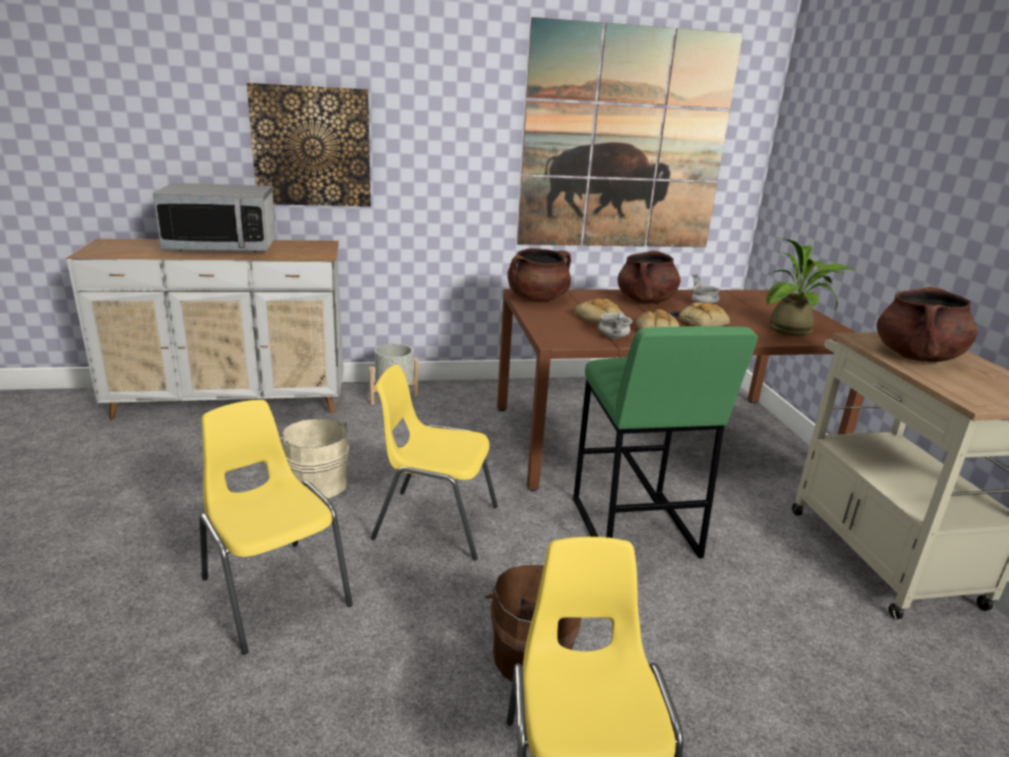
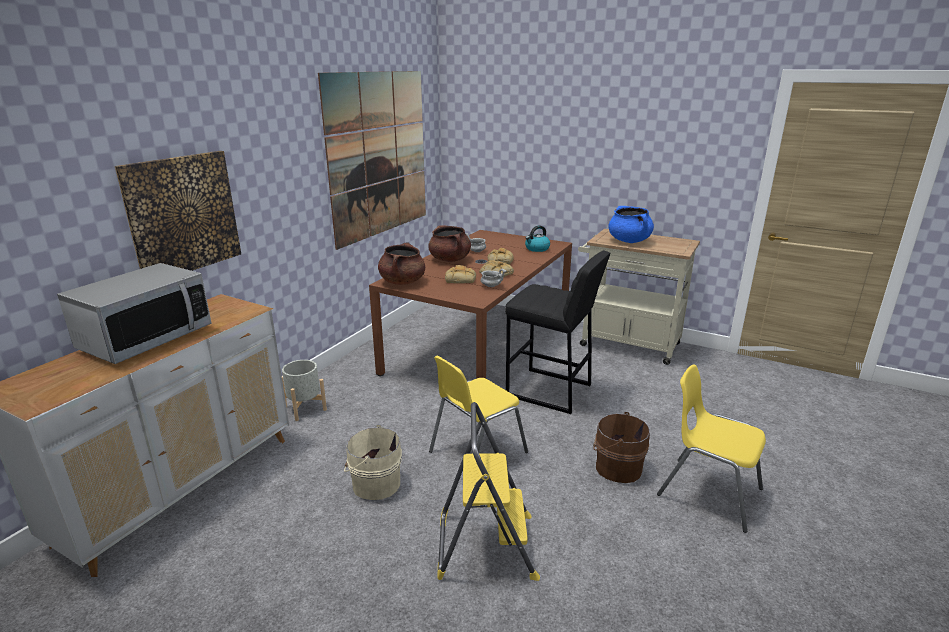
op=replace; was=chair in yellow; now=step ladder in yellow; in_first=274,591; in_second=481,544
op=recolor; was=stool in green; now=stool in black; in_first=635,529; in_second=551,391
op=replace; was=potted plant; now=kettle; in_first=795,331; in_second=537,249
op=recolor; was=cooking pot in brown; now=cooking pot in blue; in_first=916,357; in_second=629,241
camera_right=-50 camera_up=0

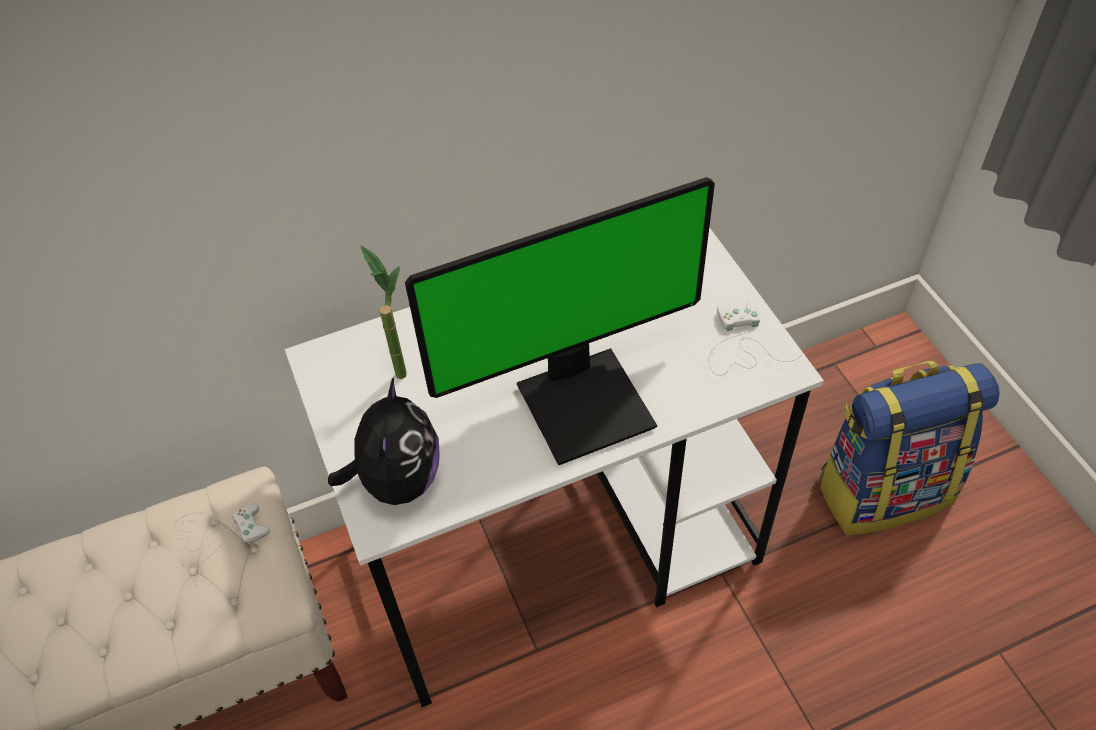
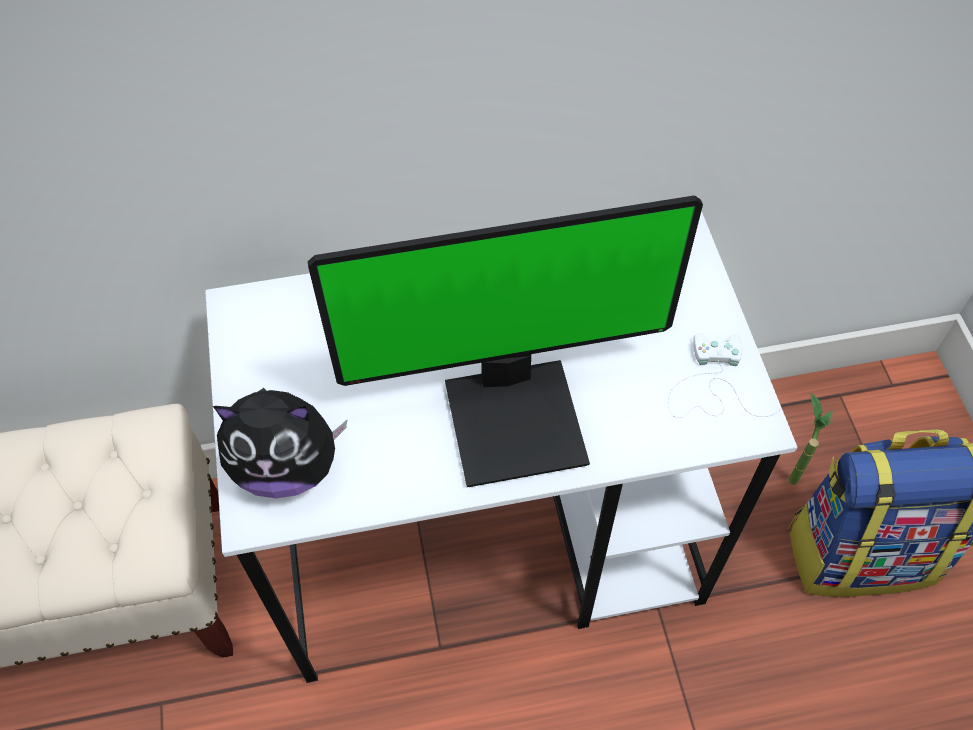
op=rotate; was=plush toy; in_first=398,479; in_second=287,467; clockwise=75
op=move; was=potted plant; in_first=399,365; in_second=791,471
op=delete; was=game controller in white; in_first=219,536
camera_right=10 camera_up=5

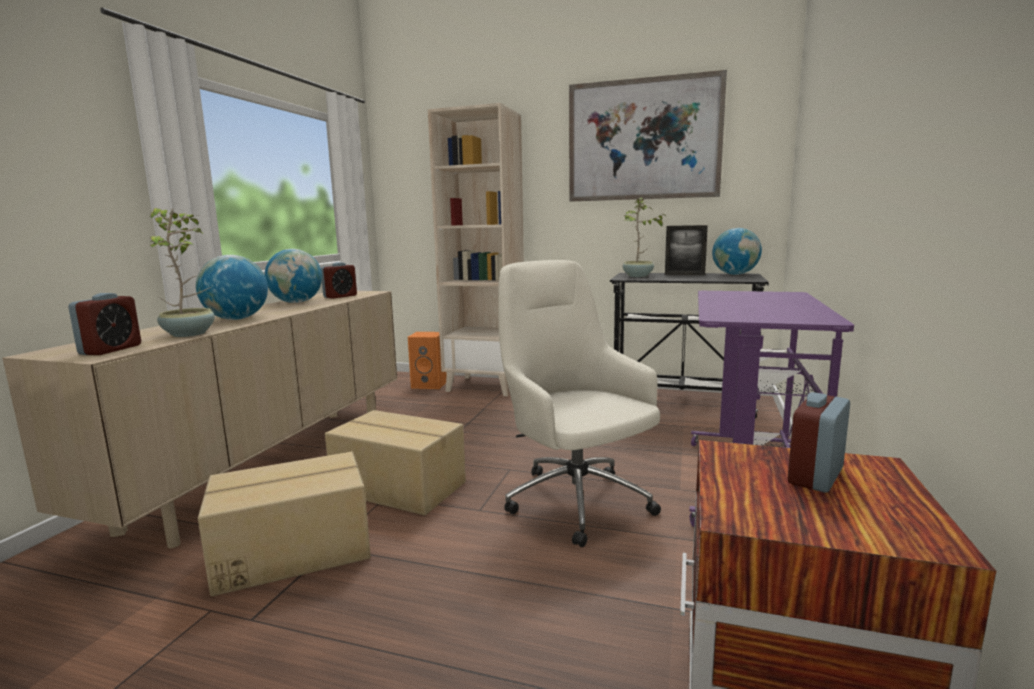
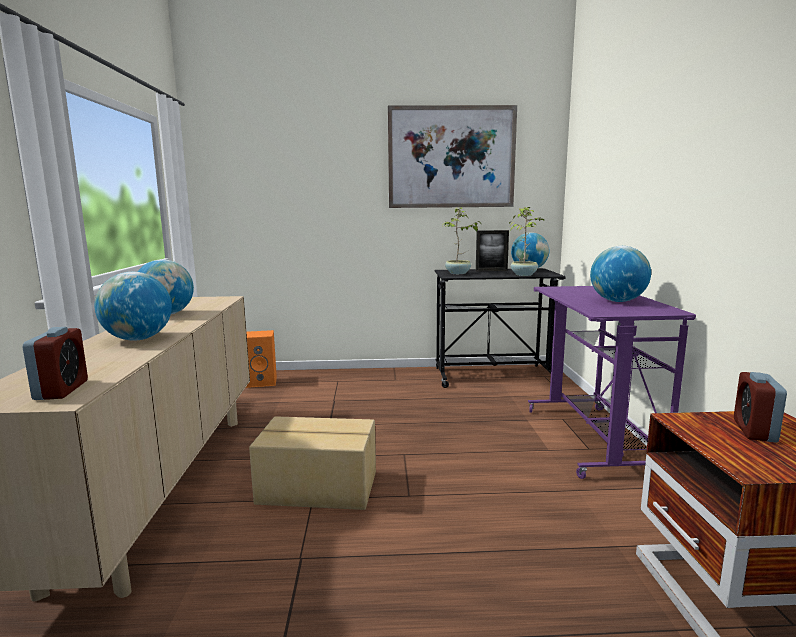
op=move; was=potted plant; in_first=190,334; in_second=524,274
op=insert; now=globe; in_second=617,301
op=delete; was=cardboard box; in_first=292,551
op=delete; was=alarm clock; in_first=340,296
op=delete; was=bookcase in beige; in_first=486,386
op=delete; was=office chair in beige; in_first=576,502
camera_right=-20 camera_up=0

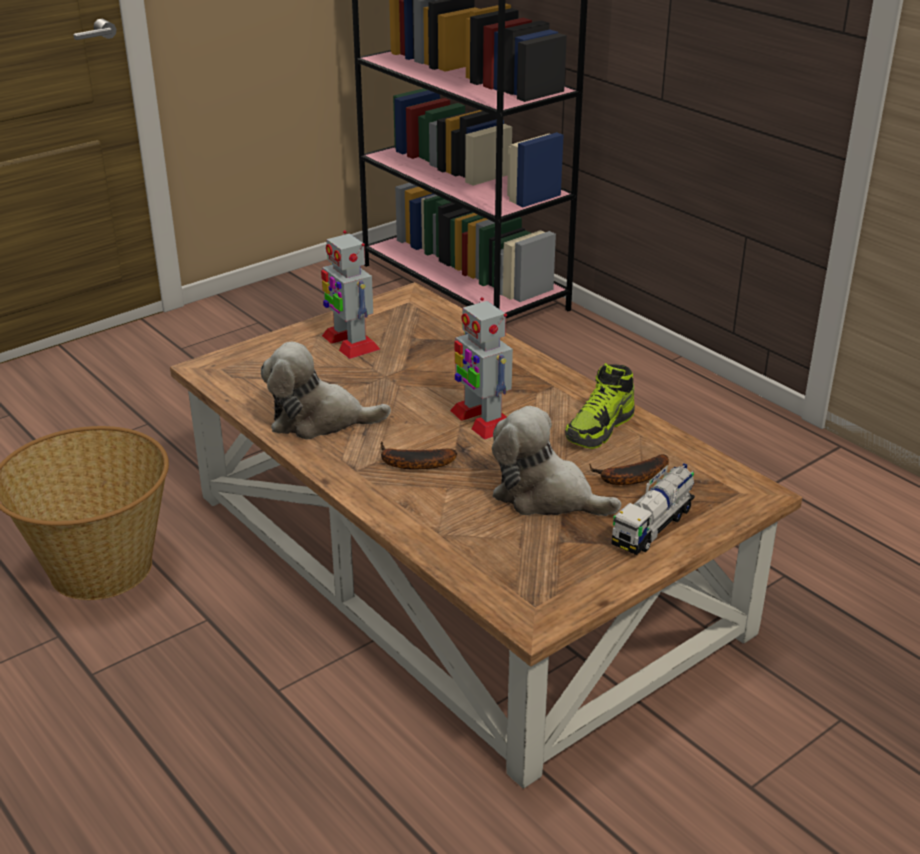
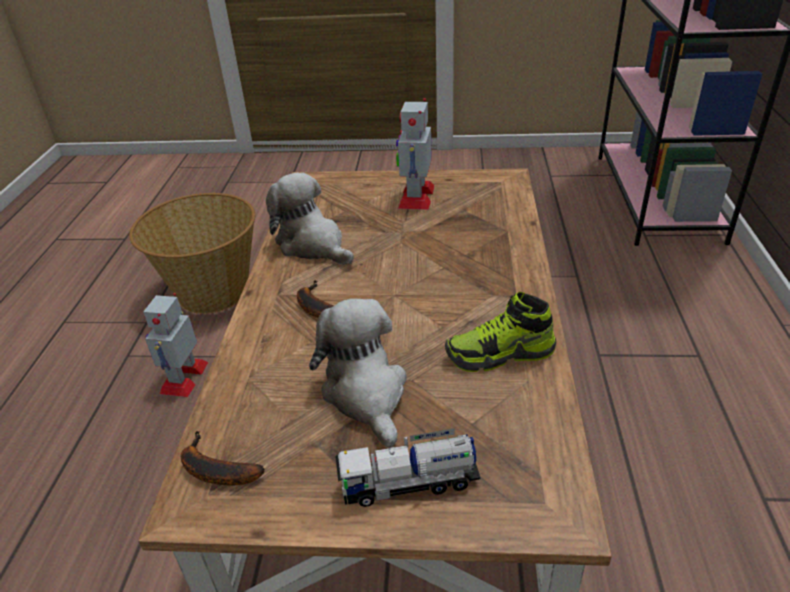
op=move; was=toy robot; in_first=482,419; in_second=184,377
op=move; was=banana; in_first=630,478; in_second=214,470
camera_right=45 camera_up=5

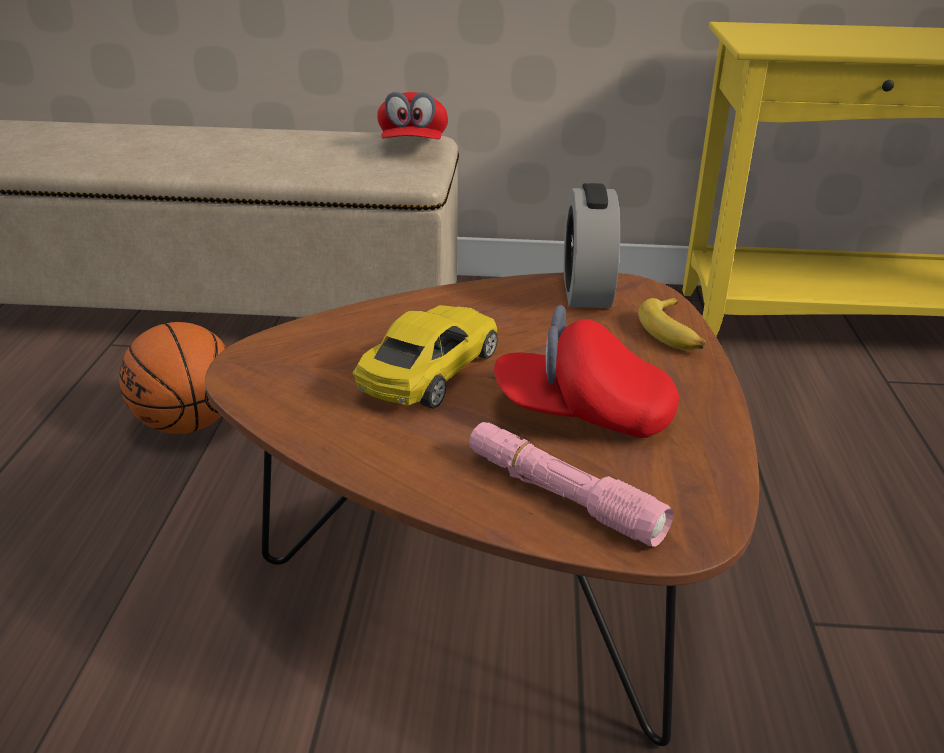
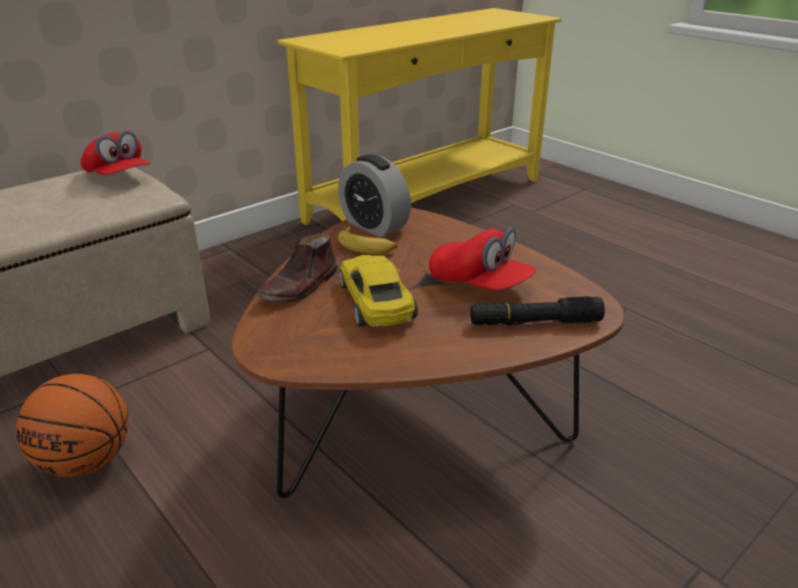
op=insert; now=shoe in brown; in_second=300,286
op=move; was=banana; in_first=673,333; in_second=367,246
op=rotate; was=cap in red; in_first=583,414; in_second=479,284; clockwise=-105
op=recolor; was=flashlight in pink; now=flashlight in black; in_first=561,496; in_second=534,322
camera_right=-45 camera_up=0

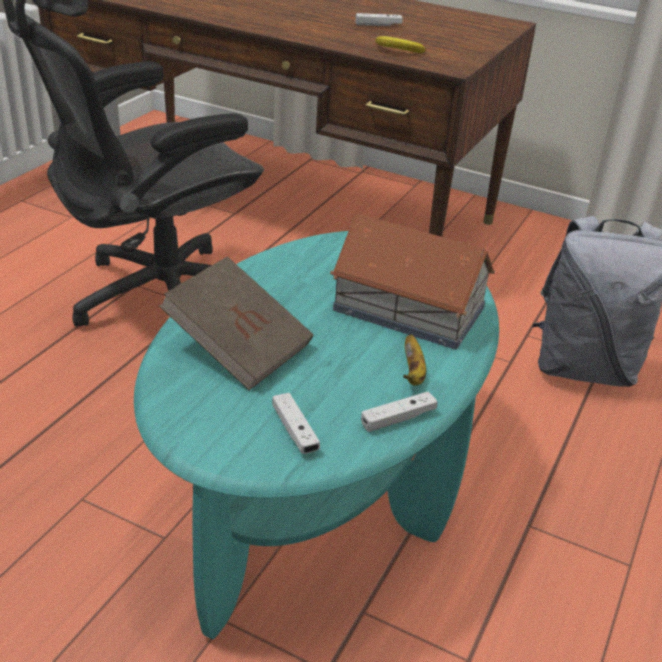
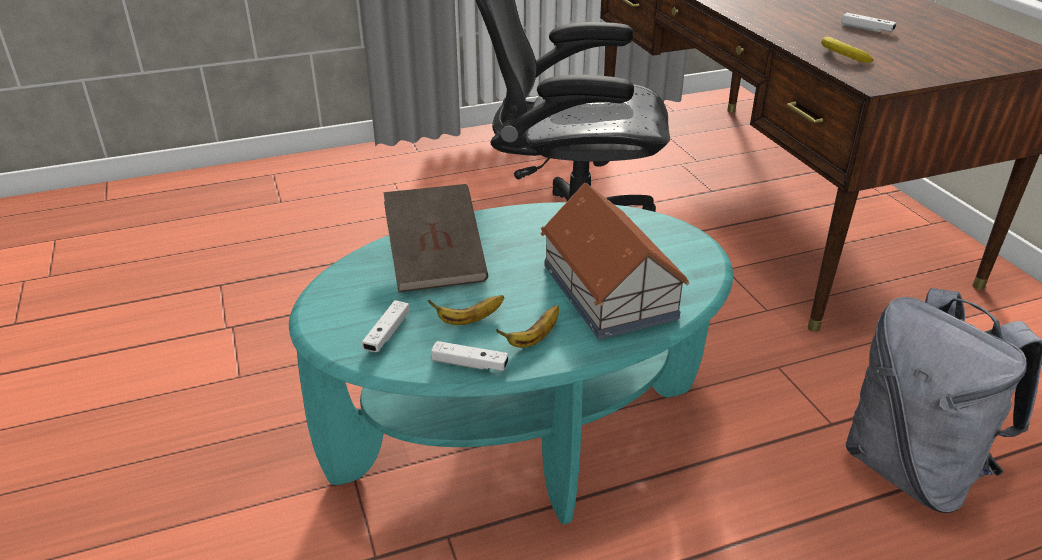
op=insert; now=banana; in_second=469,320
camera_right=45 camera_up=0

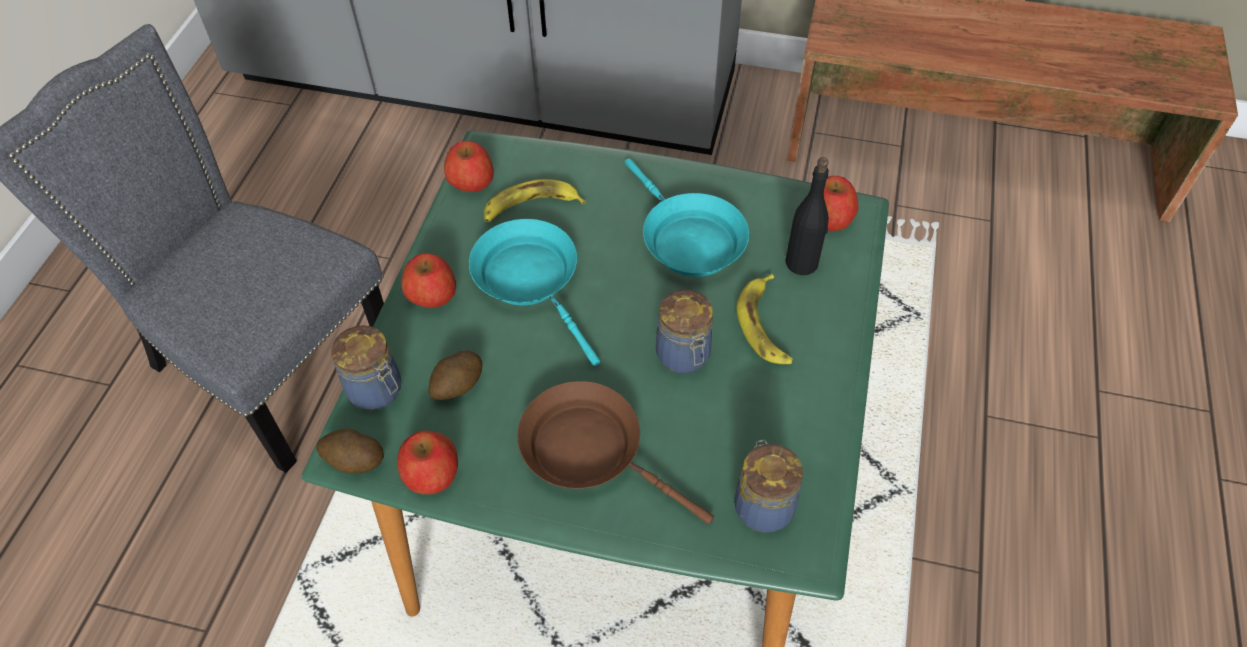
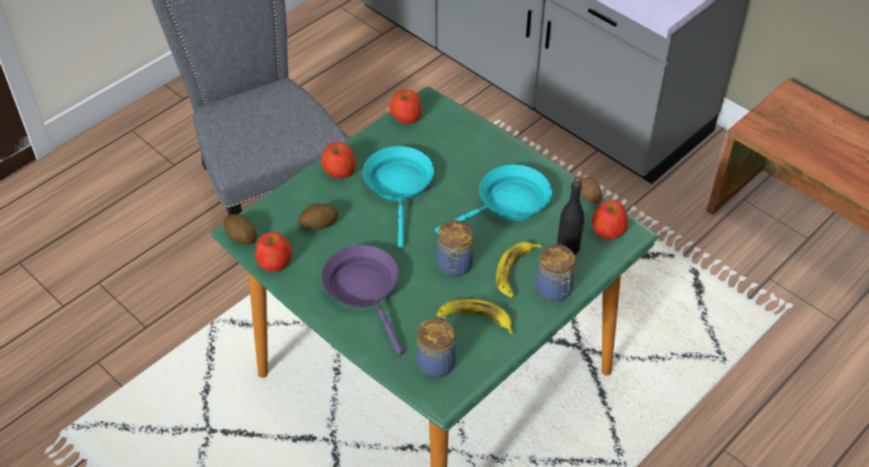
op=recolor; was=frying pan in brown; now=frying pan in purple; in_first=591,451; in_second=364,290
op=rotate; was=frying pan in turquoise; in_first=687,240; in_second=508,204; clockwise=-120
op=move; was=banana; in_first=531,206; in_second=475,319
op=move; was=jar; in_first=377,391; in_second=554,290
op=insert; now=potato; in_second=589,196
camera_right=30 camera_up=-5

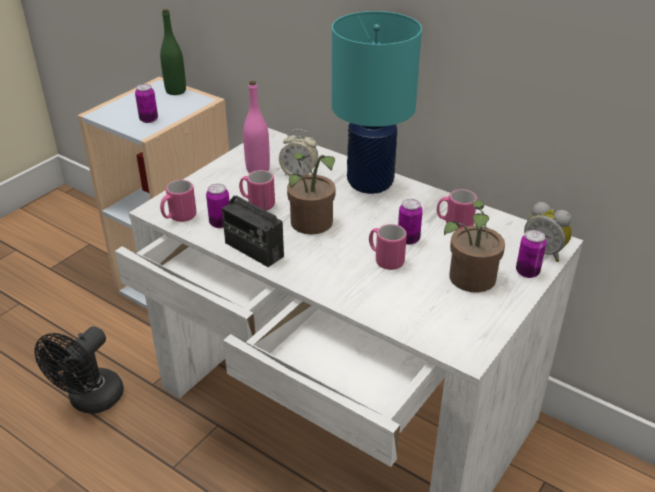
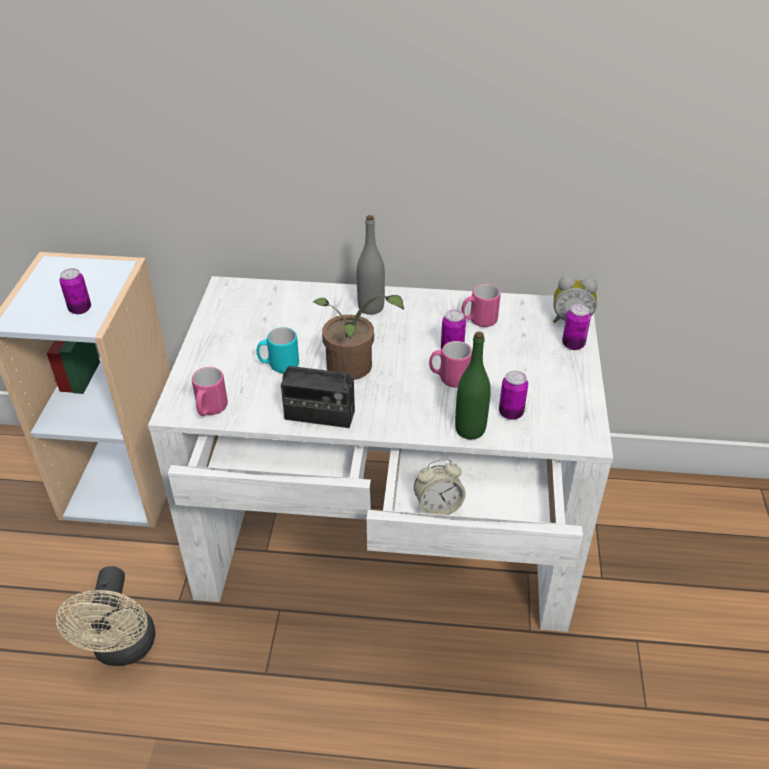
op=recolor; was=fan in black; now=fan in beige; in_first=91,401; in_second=123,650
op=recolor; was=mug in pink; now=mug in turquoise; in_first=257,204; in_second=279,365
op=replace; was=table lamp in turquoise; now=bottle in grey; in_first=369,186; in_second=371,307
op=move; was=alarm clock; in_first=299,174; in_second=438,507
op=move; was=bottle in green; in_first=176,91; in_second=470,429
op=move; was=can; in_first=220,223; in_second=511,413
op=delete; was=bottle in pink; in_first=258,169
op=delete; was=potted plant; in_first=469,281
camera_right=-30 camera_up=5

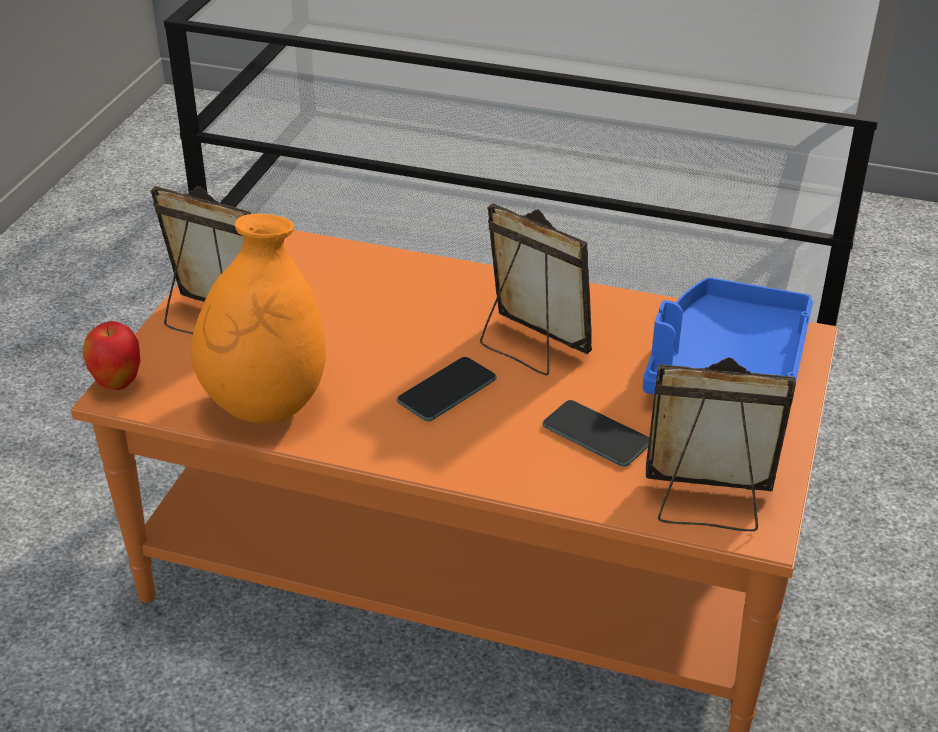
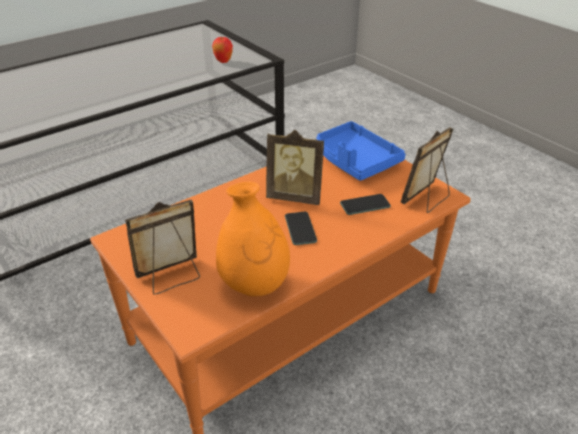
op=move; was=apple; in_first=118,383; in_second=223,61
op=rotate; was=picture frame; in_first=530,347; in_second=295,196; clockwise=-150
camera_right=-55 camera_up=0

